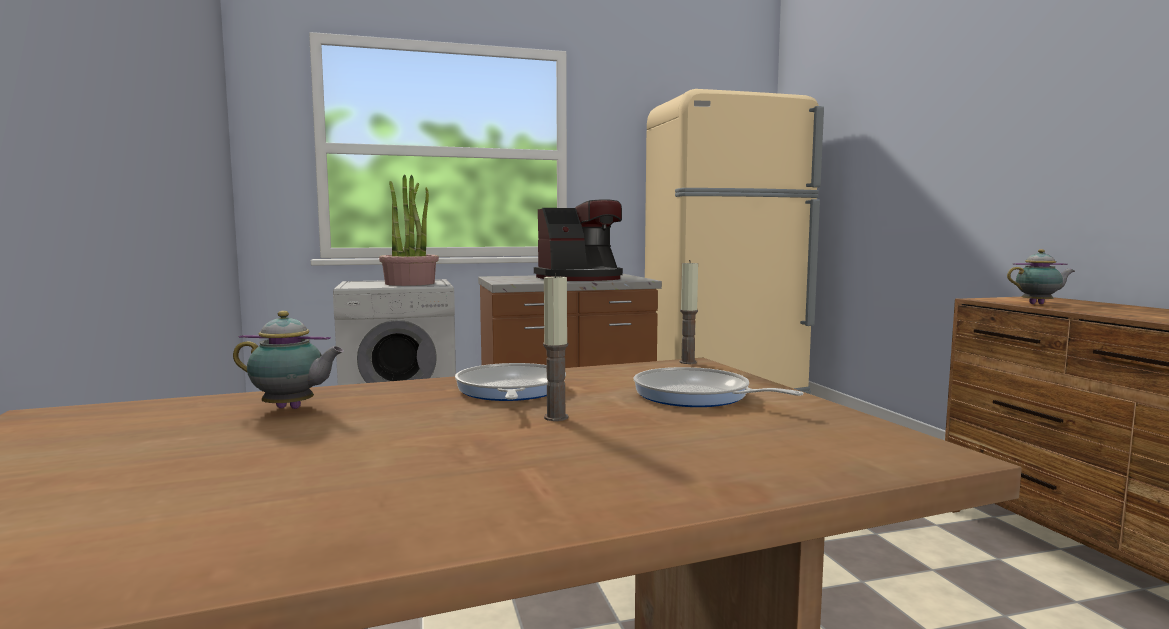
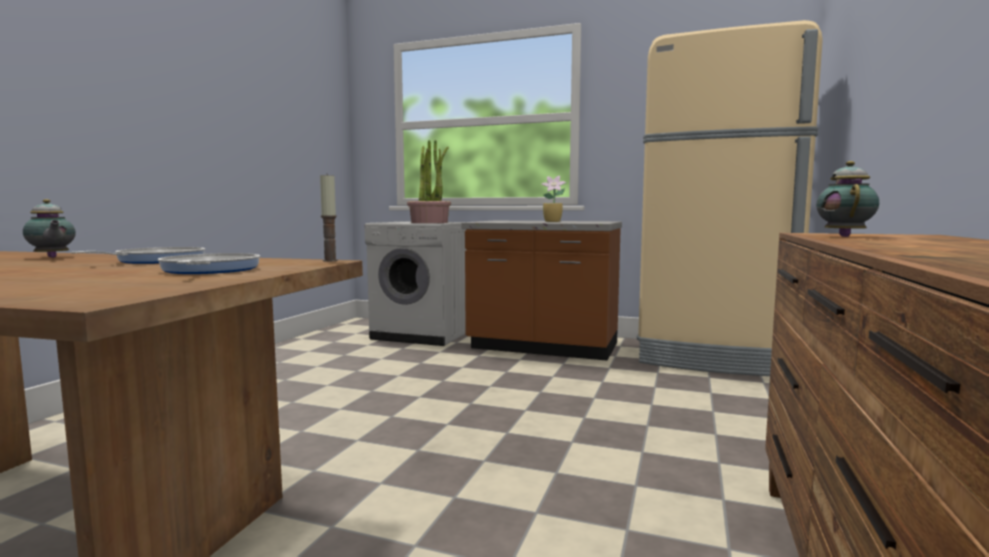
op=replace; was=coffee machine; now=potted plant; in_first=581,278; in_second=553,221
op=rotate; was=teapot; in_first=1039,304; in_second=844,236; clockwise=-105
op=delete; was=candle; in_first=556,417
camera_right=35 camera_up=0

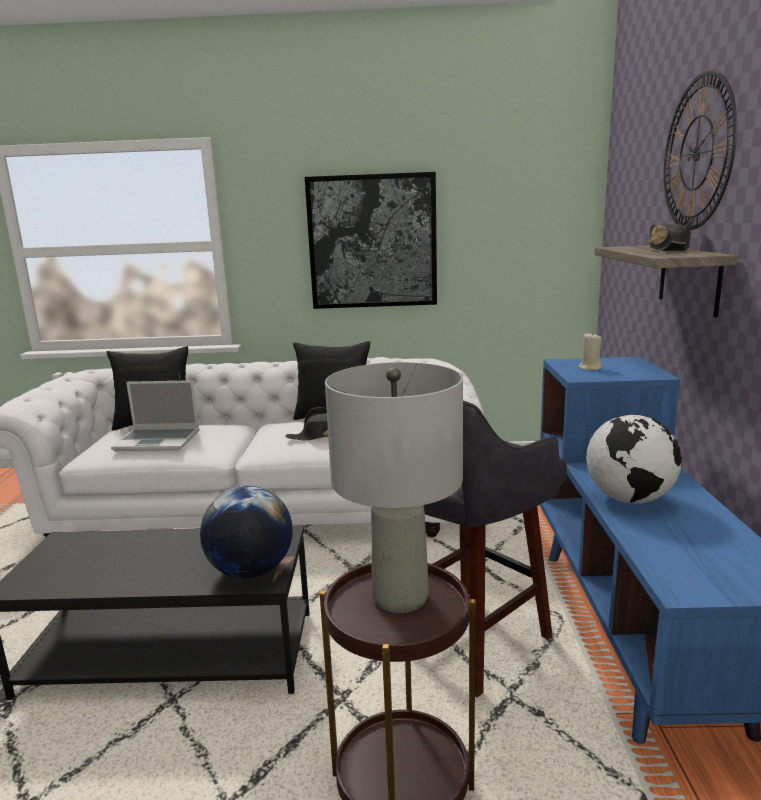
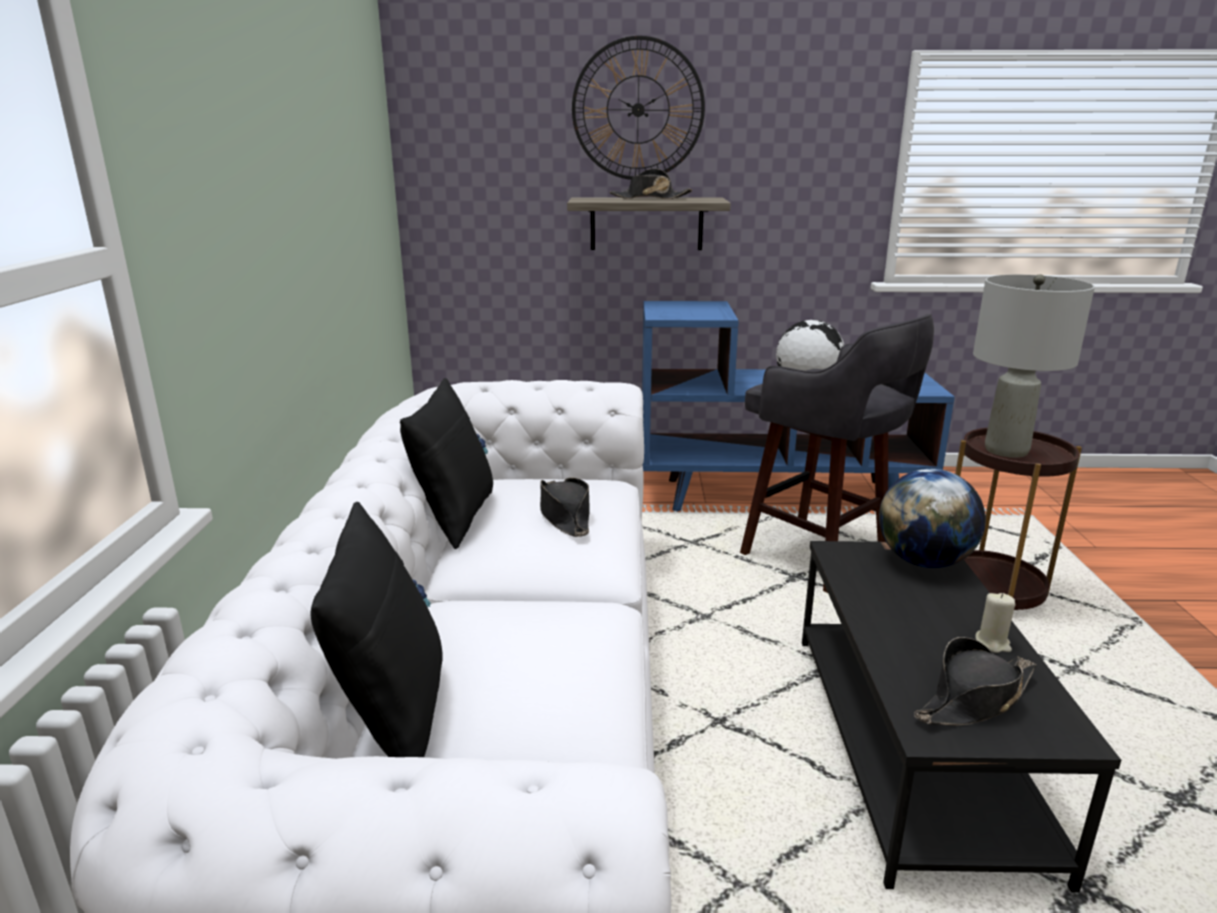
op=insert; now=hat in black; in_second=974,700
op=move; was=candle in beige; in_first=589,368; in_second=992,643
op=delete; was=laptop; in_first=159,441
op=delete; was=picture; in_first=372,242
camera_right=-90 camera_up=5

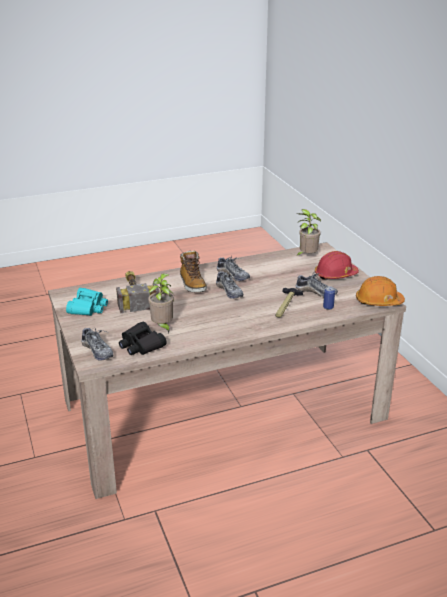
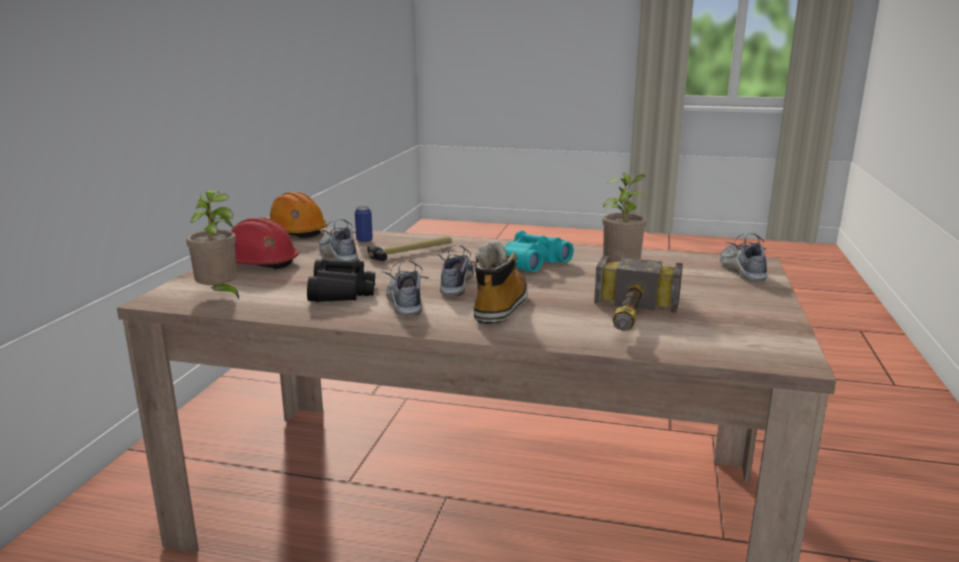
op=move; was=binoculars in black; in_first=141,345; in_second=341,292
op=move; was=binoculars in turquoise; in_first=88,308; in_second=532,263
camera_right=-145 camera_up=-10

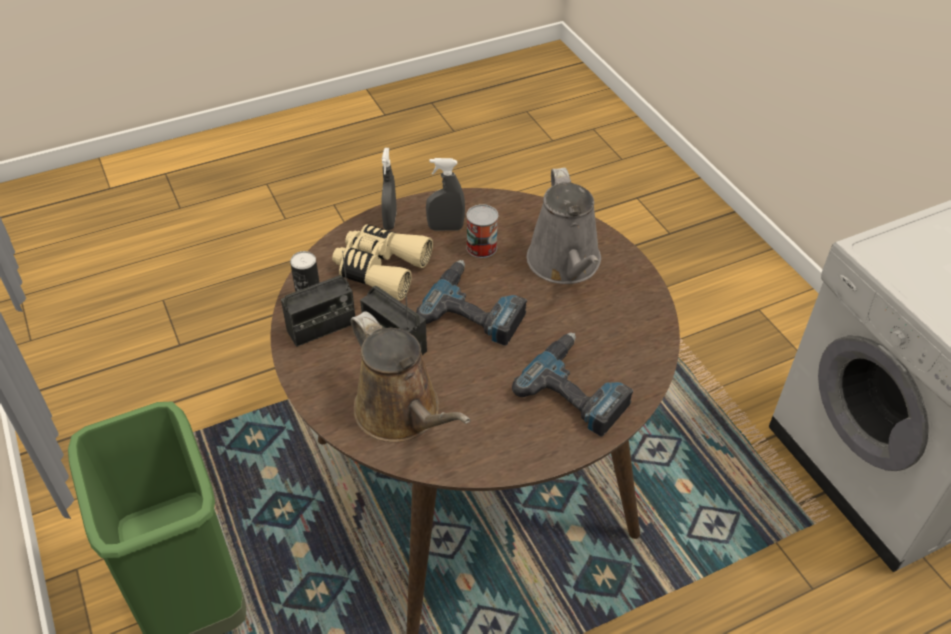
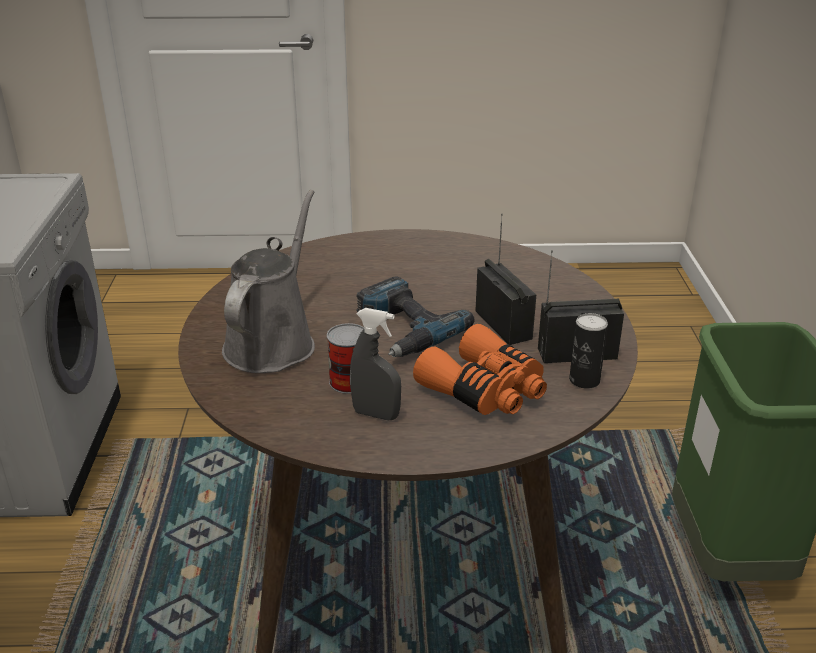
op=recolor; was=binoculars in beige; now=binoculars in orange; in_first=380,269; in_second=485,390
op=delete; was=watering can in brown; in_first=402,414
op=delete; was=spray bottle in grey; in_first=390,221
op=delete; was=power drill; in_first=578,389
camera_right=-155 camera_up=-15

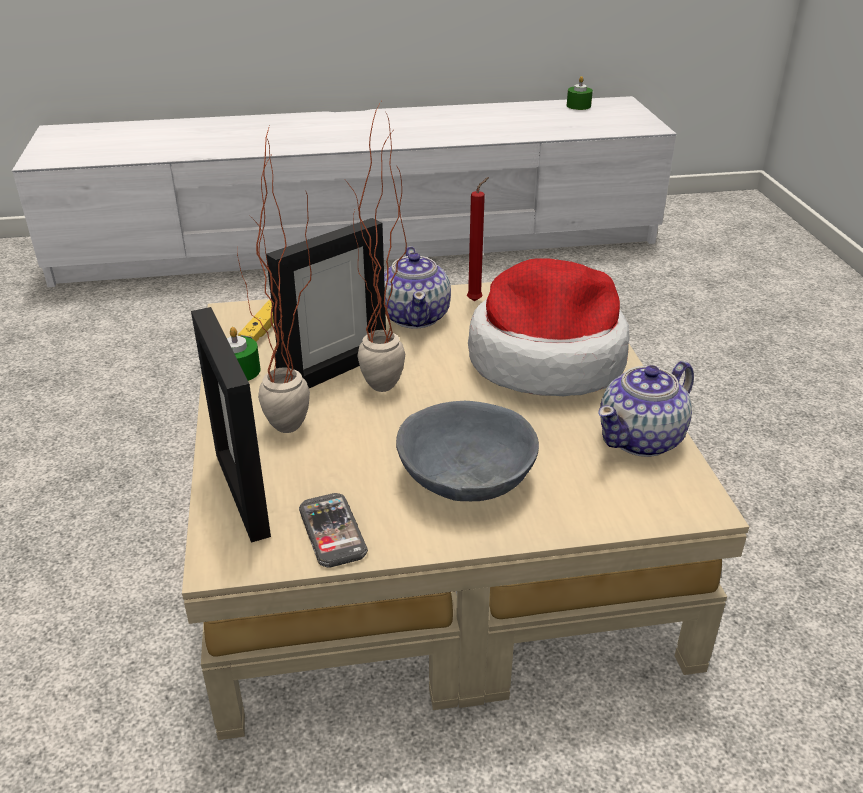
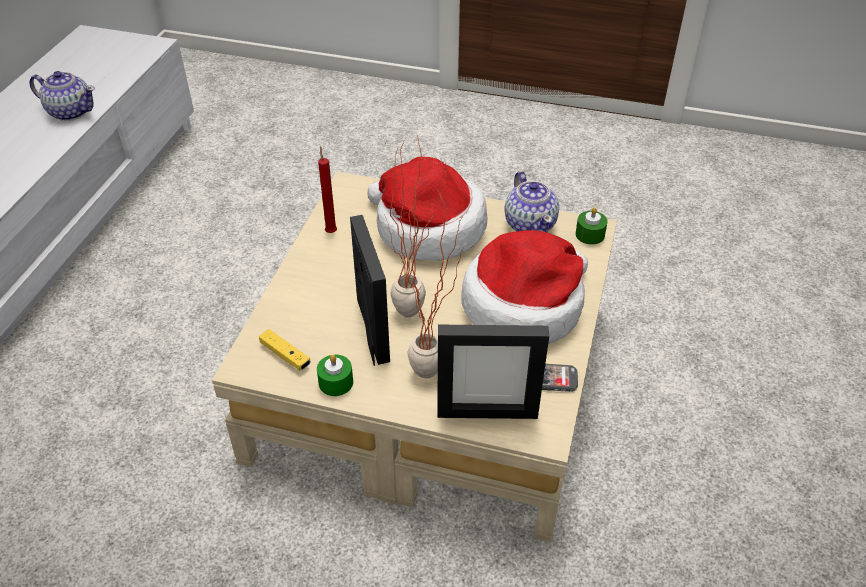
op=move; was=teapot; in_first=416,316; in_second=70,111
op=replace; was=bowl in grey; now=hat; in_first=466,475; in_second=524,305
op=move; was=candle in green; in_first=578,106; in_second=590,234
camera_right=-65 camera_up=10

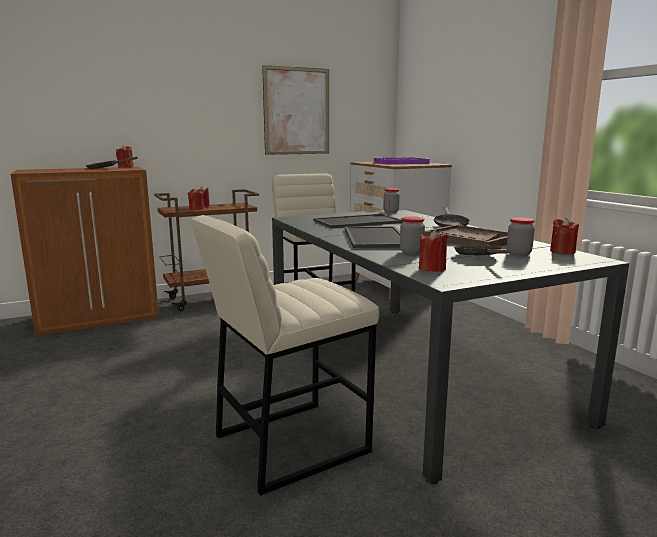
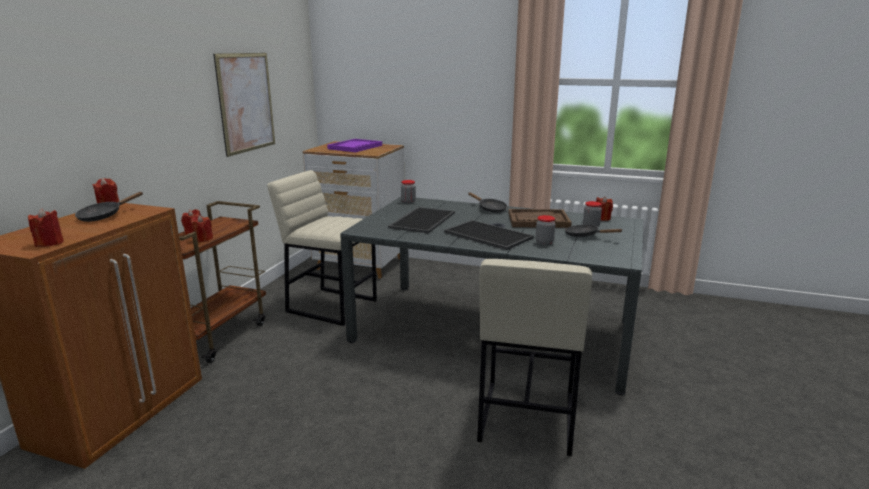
op=move; was=candle in red; in_first=432,269; in_second=49,243
camera_right=-45 camera_up=5

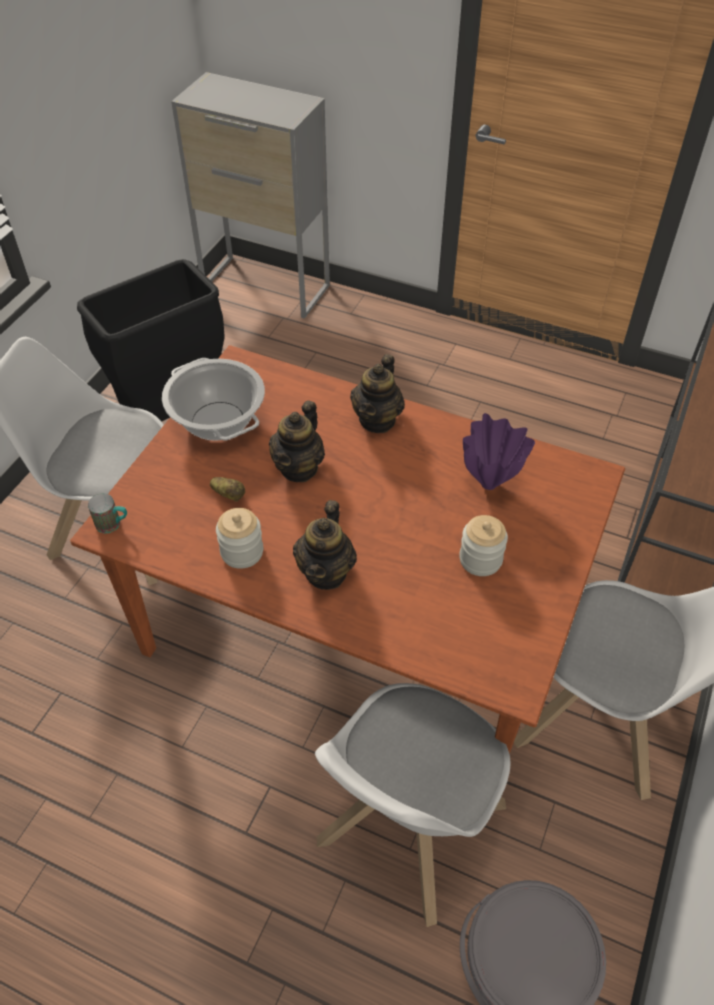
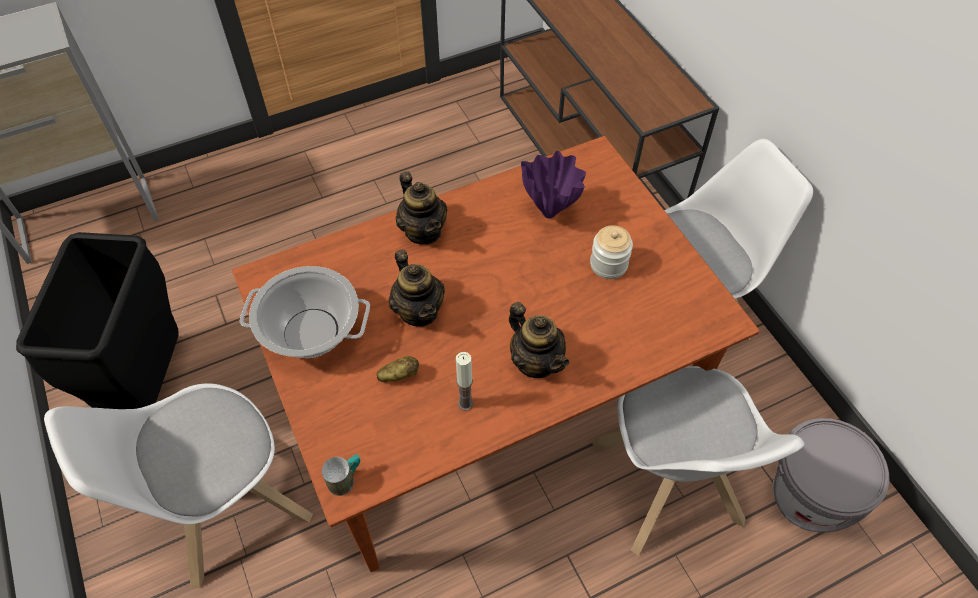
op=replace; was=jar; now=candle; in_first=242,552; in_second=465,403
camera_right=-50 camera_up=5

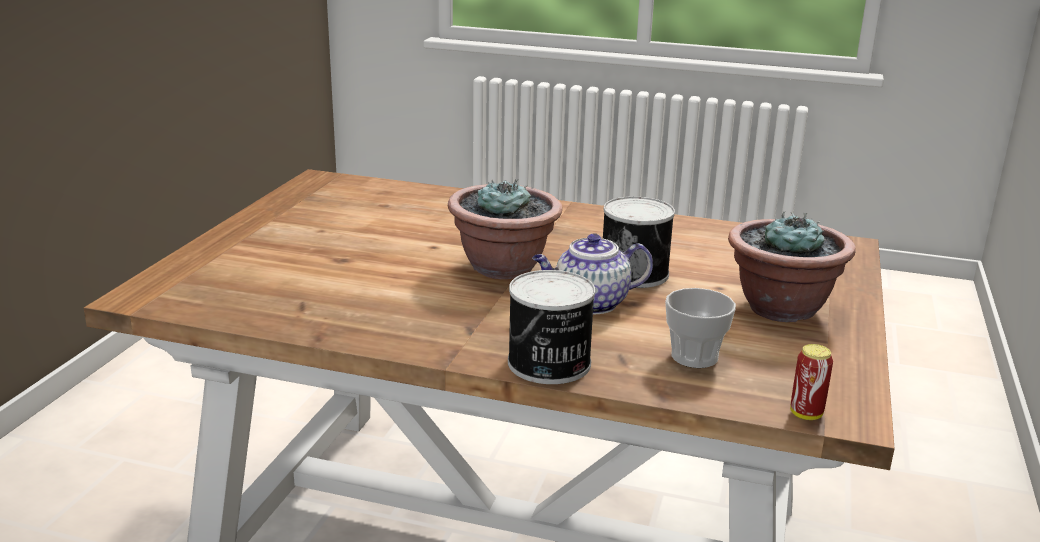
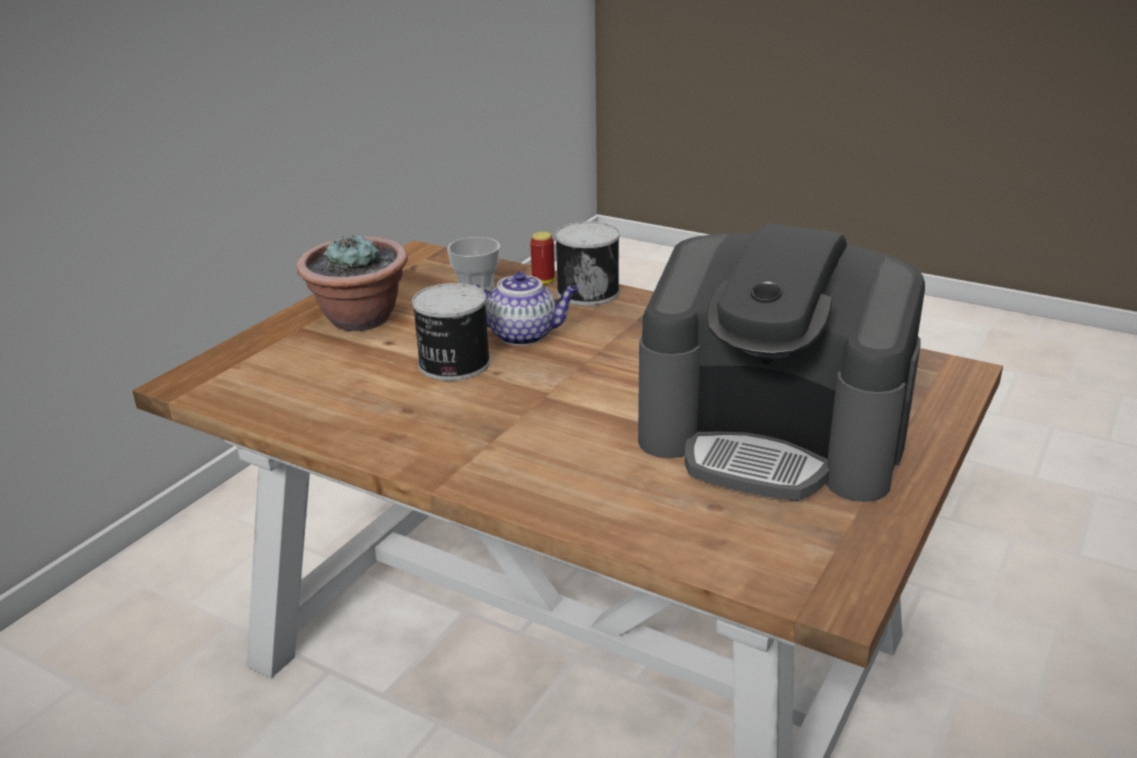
op=move; was=can; in_first=806,414; in_second=543,281
op=insert; now=coffee machine; in_second=773,438
op=delete; was=potted plant; in_first=504,267
camera_right=-165 camera_up=5

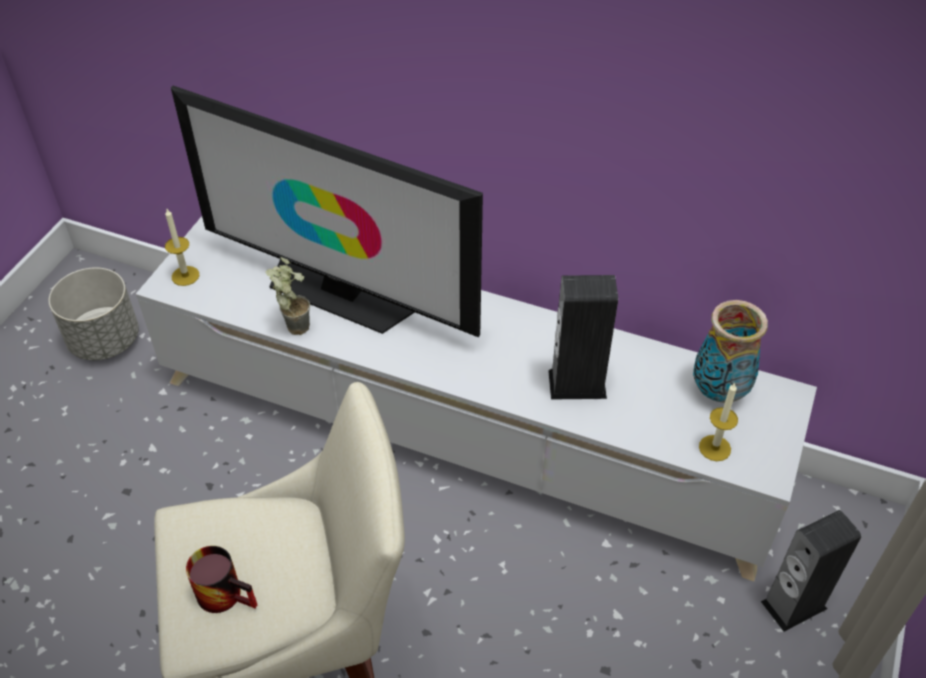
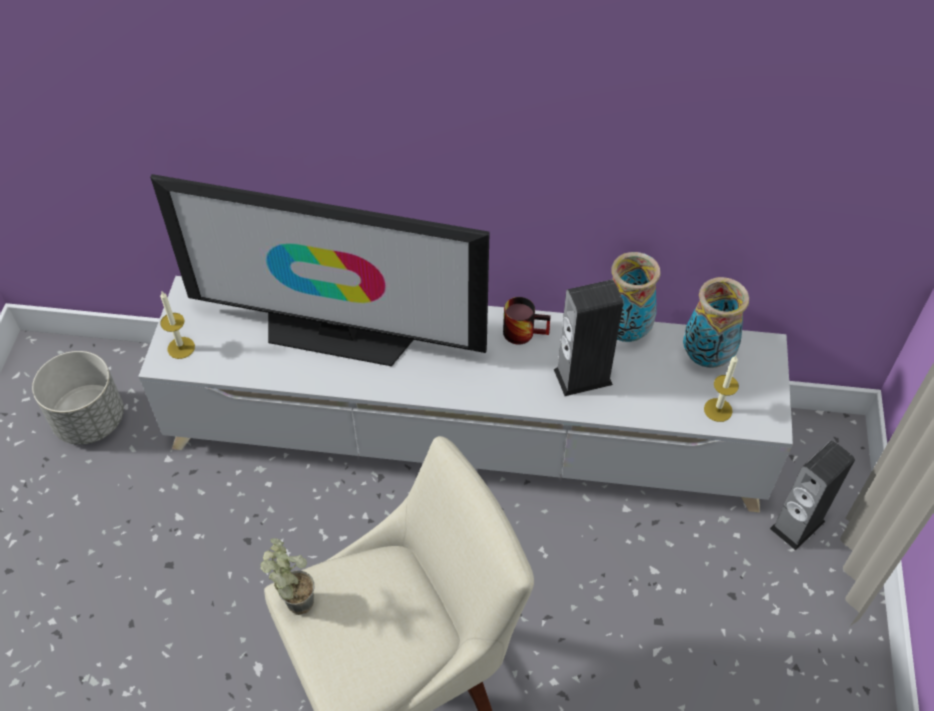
op=move; was=potted plant; in_first=293,324; in_second=293,599
op=move; was=mug; in_first=228,592; in_second=524,330
op=insert; now=vase; in_second=624,331
camera_right=-15 camera_up=5

